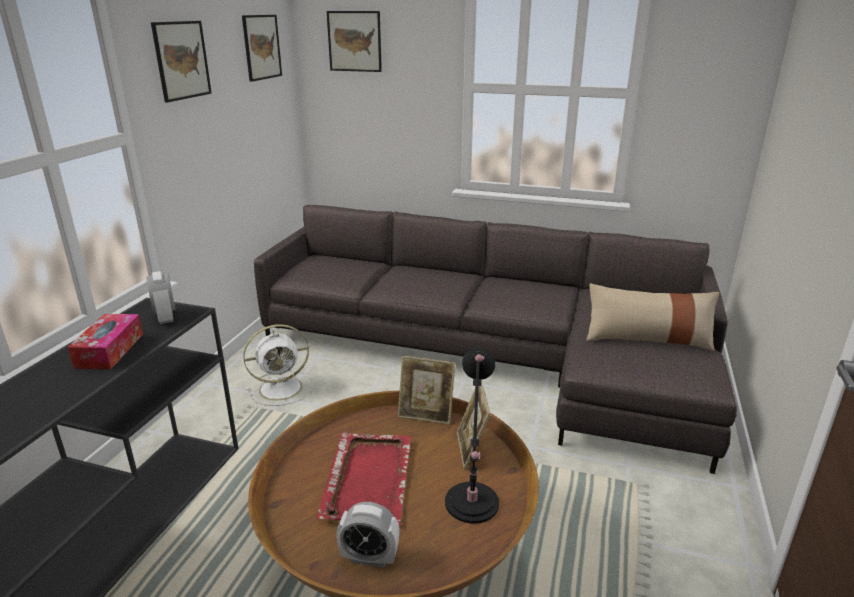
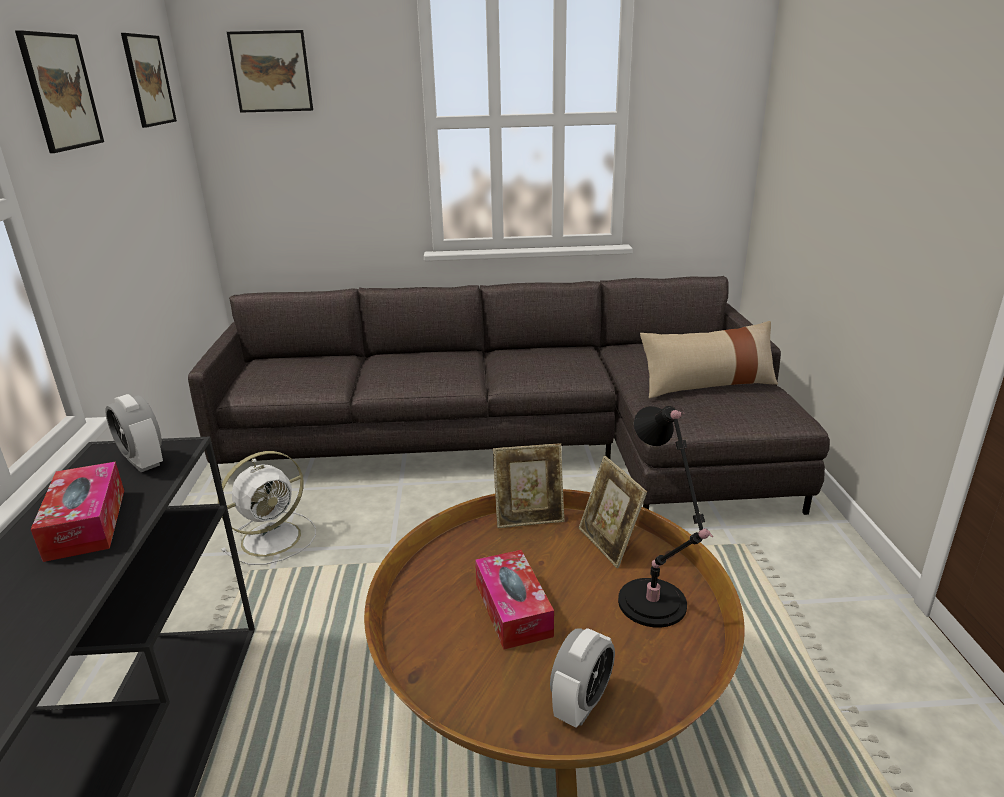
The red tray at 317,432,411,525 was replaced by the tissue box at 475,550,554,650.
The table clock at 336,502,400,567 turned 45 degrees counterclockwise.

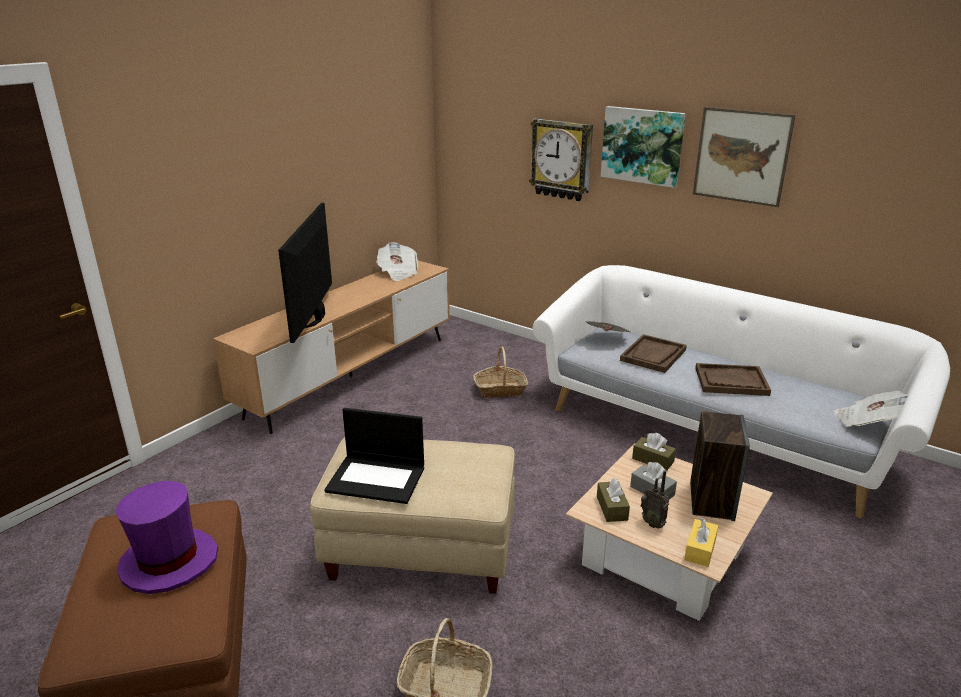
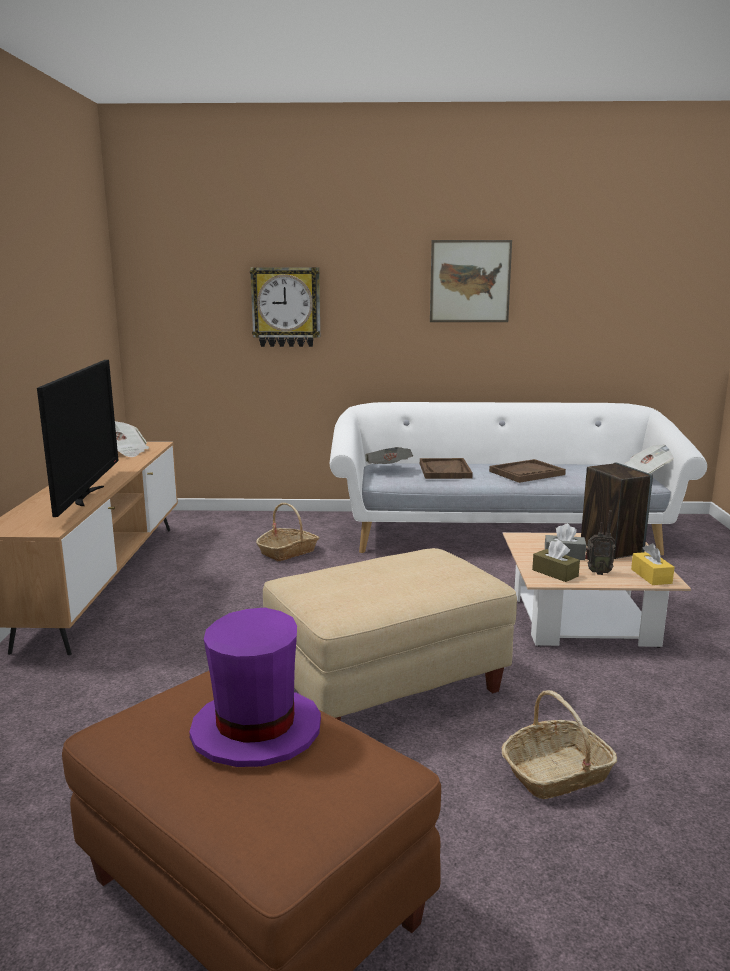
The television at 278,203,332,343 turned 150 degrees counterclockwise.
The notebook computer at 324,408,424,504 disappeared.
The wall art at 601,106,686,188 disappeared.
The brown-coloured tissue box at 632,433,676,471 disappeared.

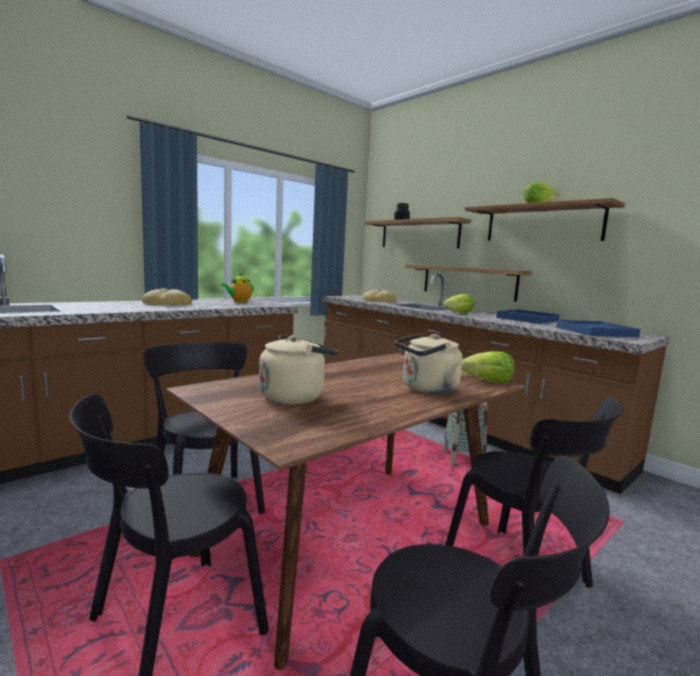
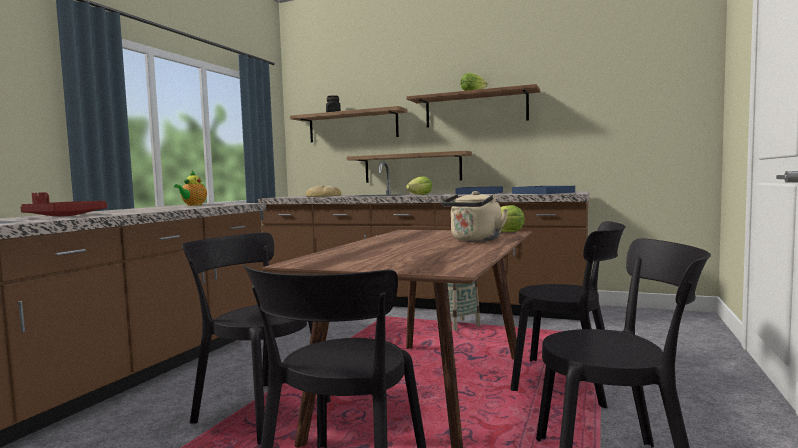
The red tray at 20,192,107,216 appeared.
The bread at 142,288,192,305 disappeared.
The beige-coloured kettle at 259,335,338,404 disappeared.

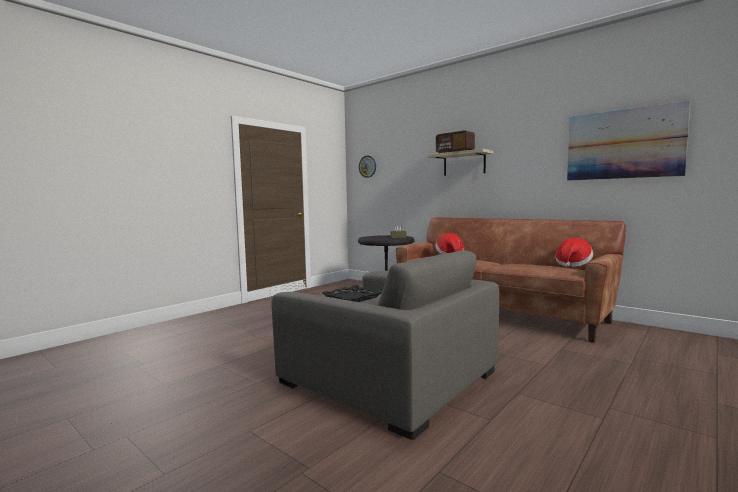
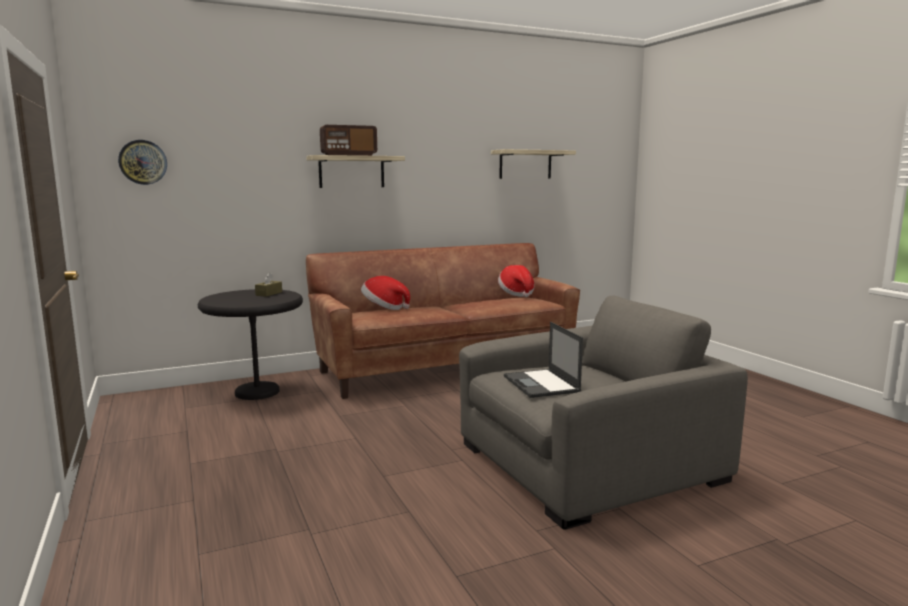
The wall art at 567,101,690,181 was replaced by the shelf at 491,149,576,179.
The black-coloured tray at 322,285,382,302 was replaced by the notebook computer at 504,322,583,398.

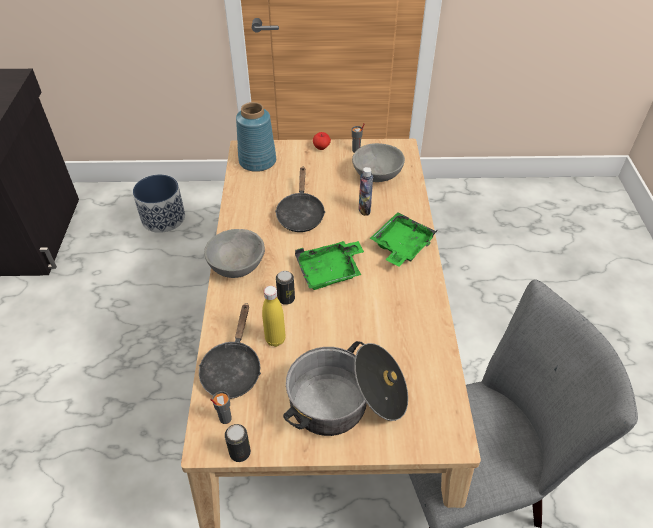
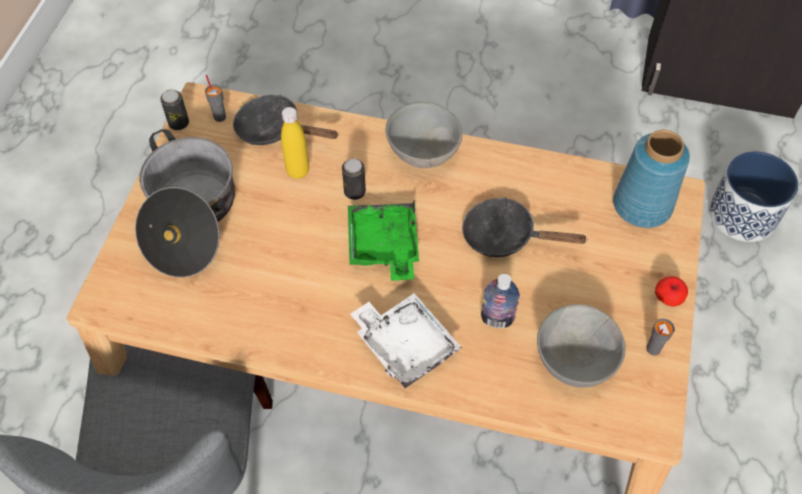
The greenish tray at 370,212,437,266 became the white-coloured tray at 350,293,462,388.

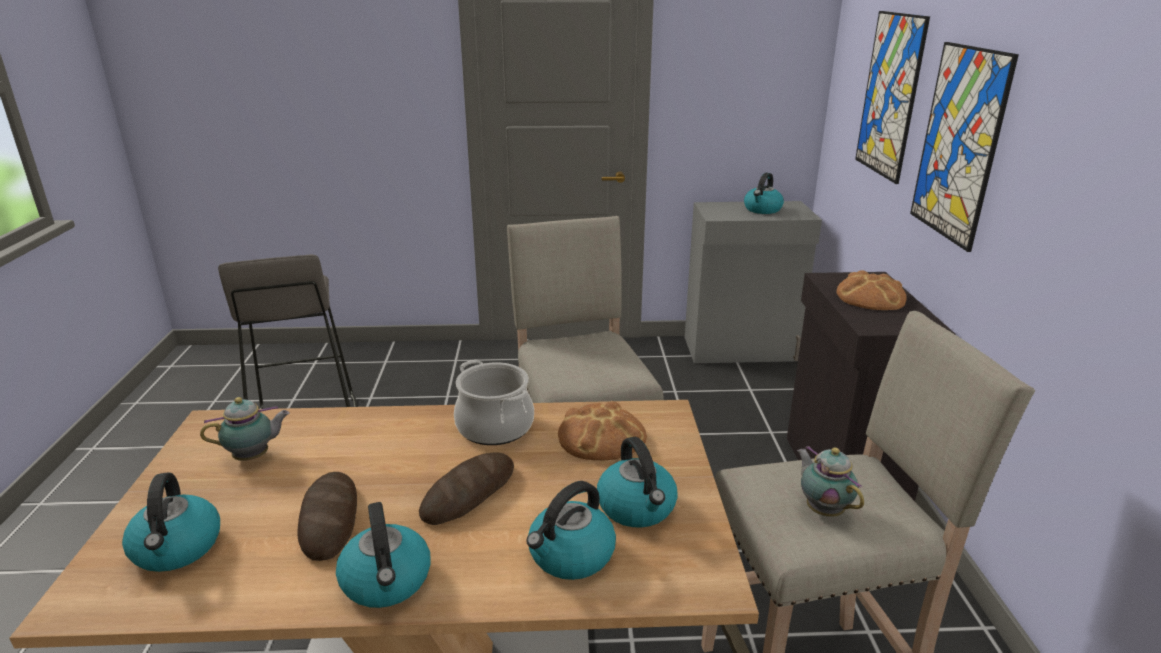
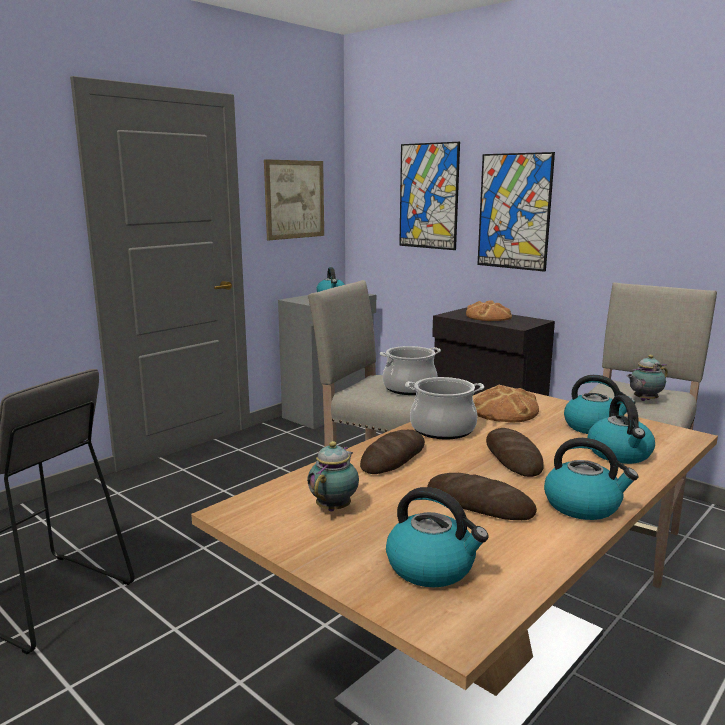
The wall art at 264,159,324,240 appeared.
The bread at 360,430,425,474 appeared.
The saucepot at 380,346,441,395 appeared.
The teapot at 797,446,864,517 turned 45 degrees counterclockwise.

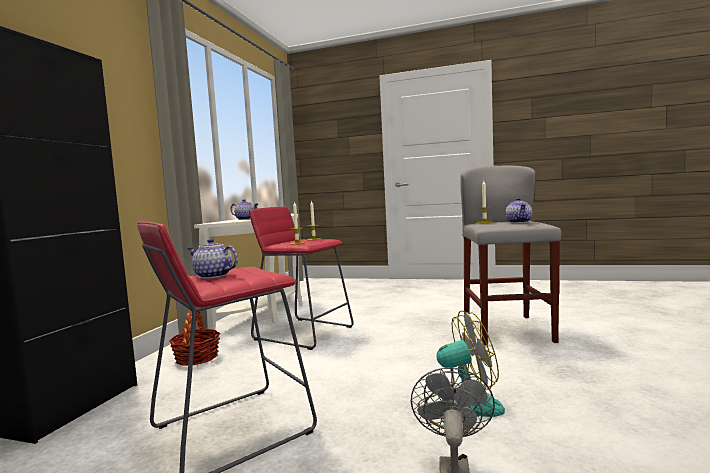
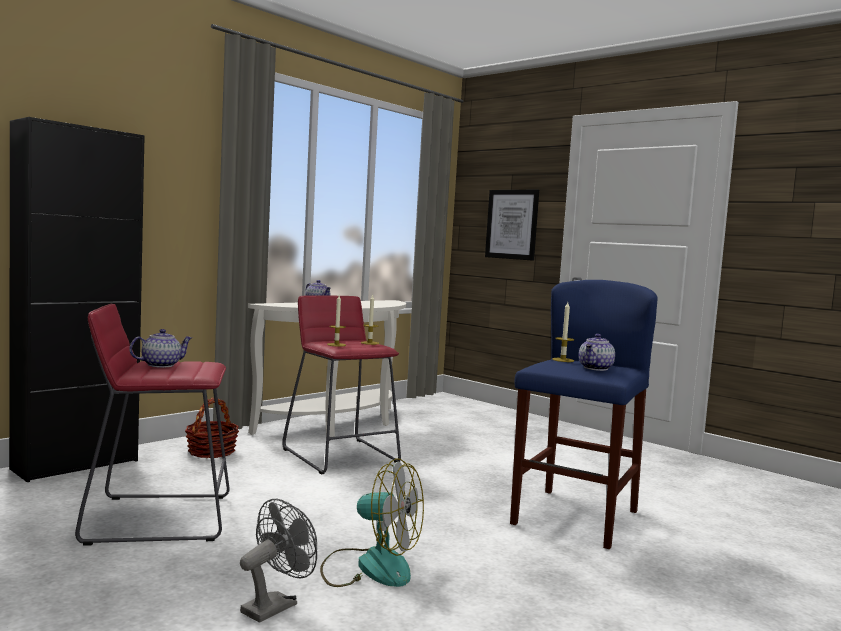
The teapot at 187,239,238,279 turned 90 degrees clockwise.
The wall art at 485,190,539,261 appeared.
The greyish stool at 460,165,562,345 became the blue-coloured stool at 510,280,658,550.

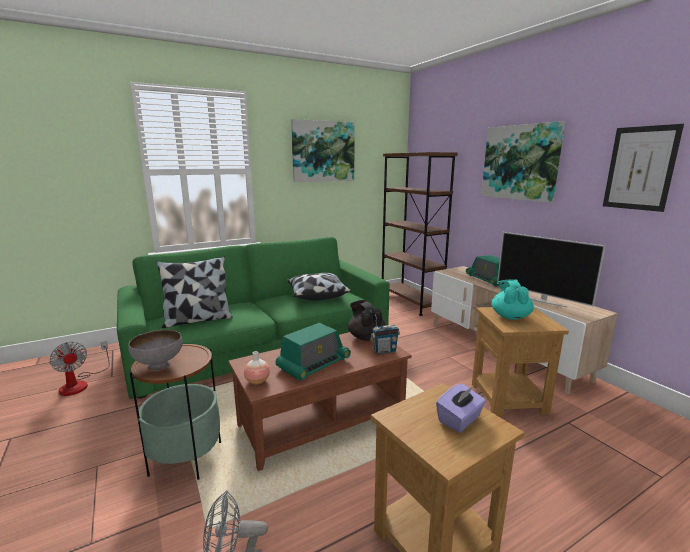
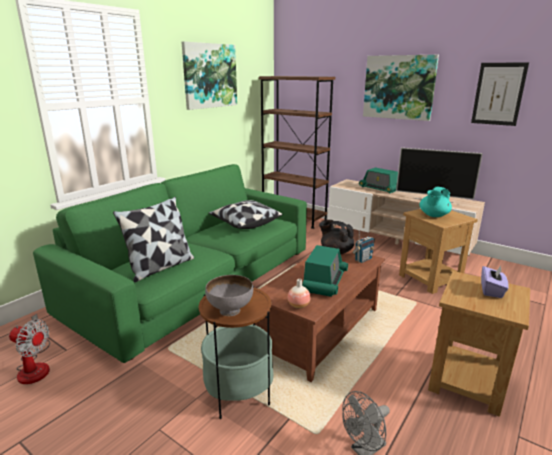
The turquoise-coloured teapot at 491,279,534,320 turned 120 degrees counterclockwise.

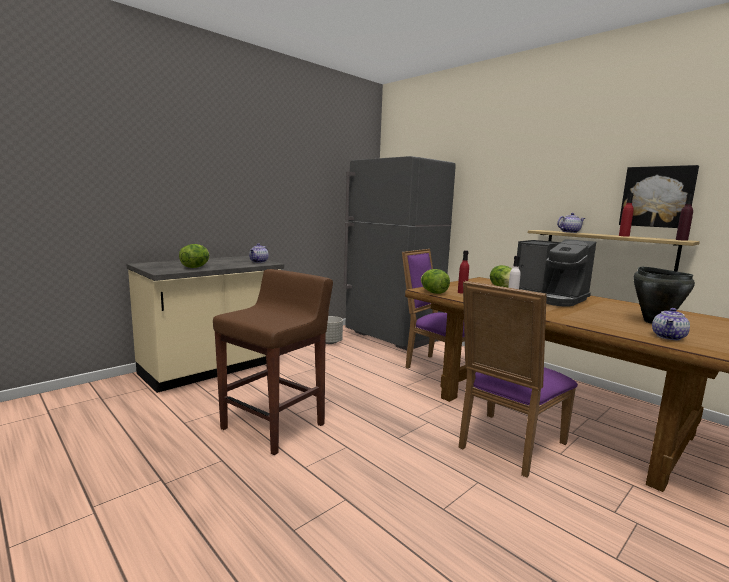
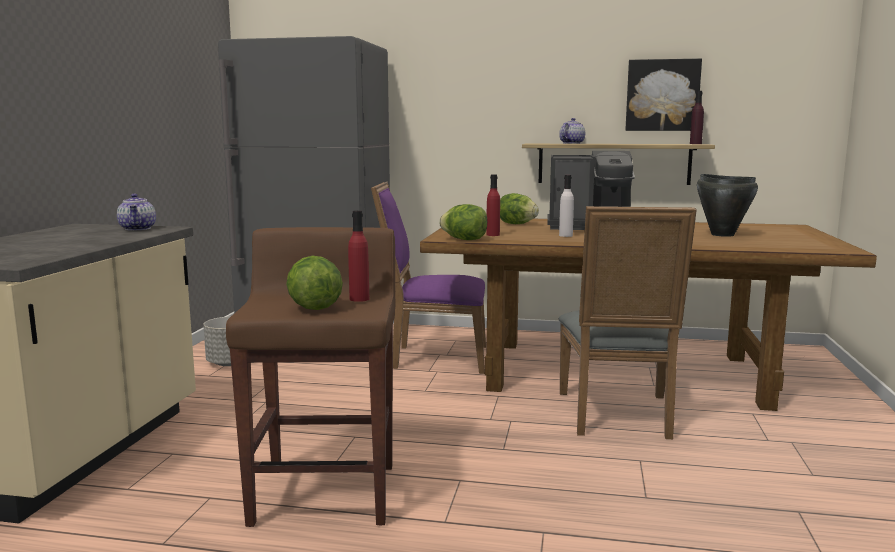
The head of lettuce moved from 179,244,210,268 to 286,256,343,310.
The red bottle moved from 619,193,634,237 to 348,210,370,302.
The purplish chair at 459,281,578,478 became the greyish chair at 559,206,697,439.
The teapot at 652,308,690,340 disappeared.

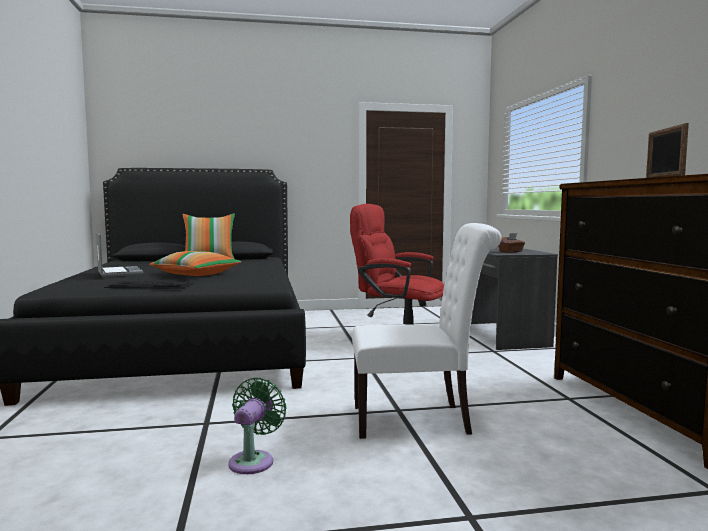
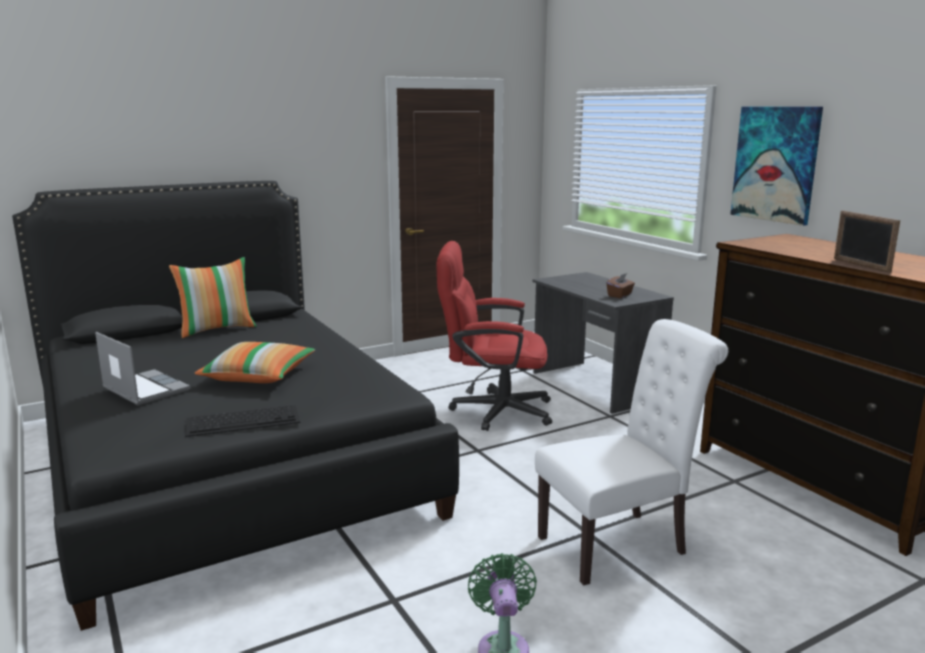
The wall art at 730,107,823,226 appeared.

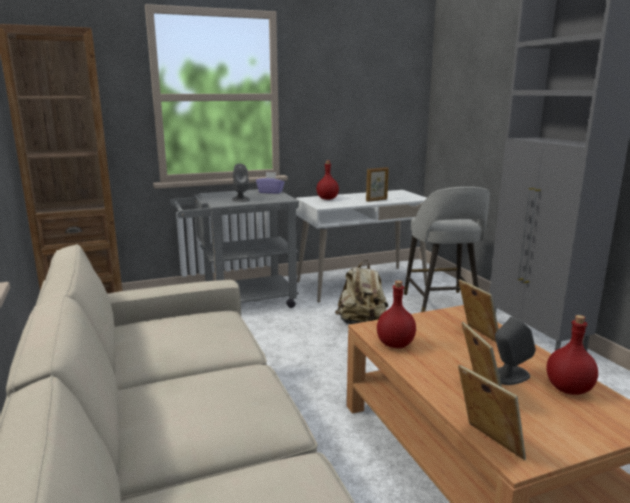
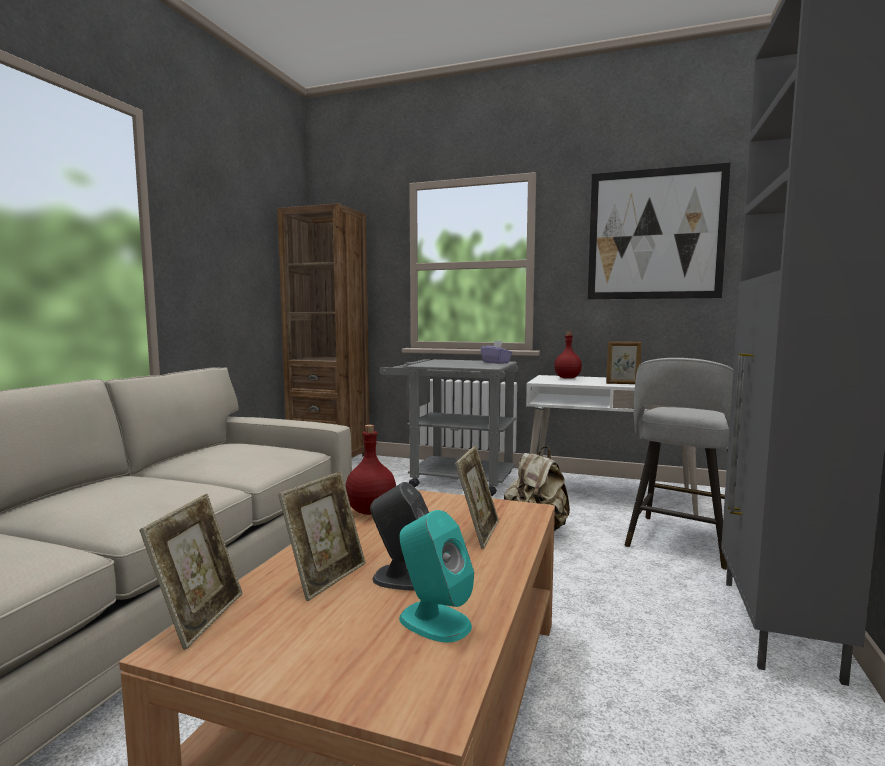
The red bottle at 547,315,598,395 was replaced by the turquoise-coloured loudspeaker at 399,510,474,643.
The wall art at 588,163,731,299 appeared.
The greyish loudspeaker at 232,164,250,202 disappeared.

